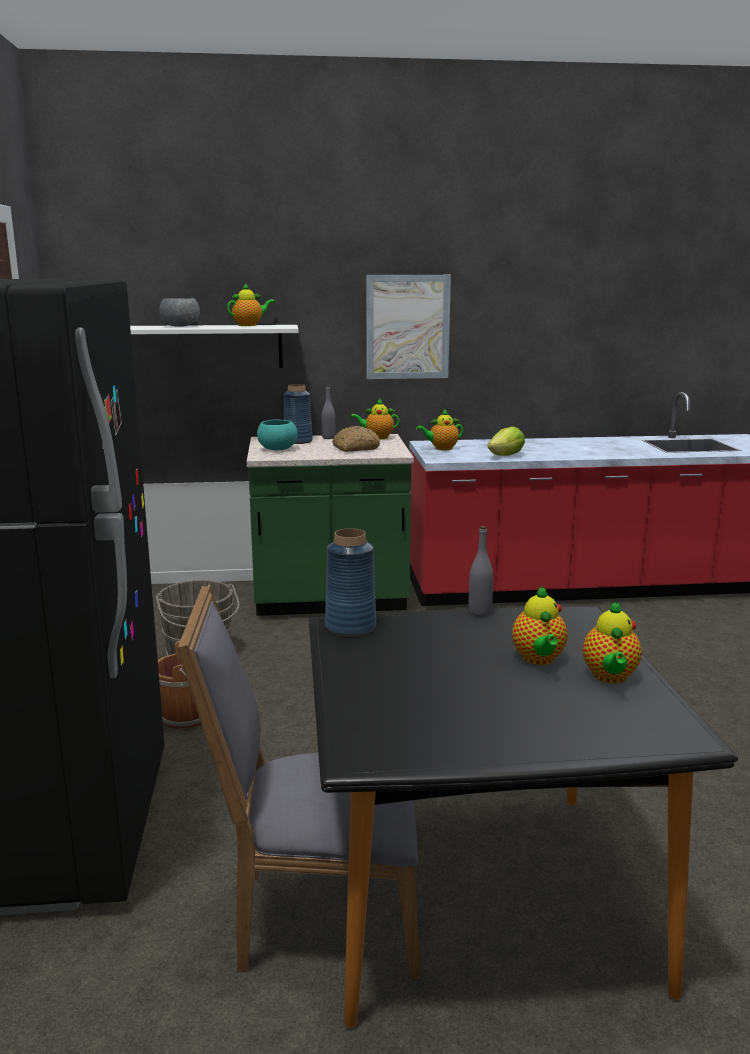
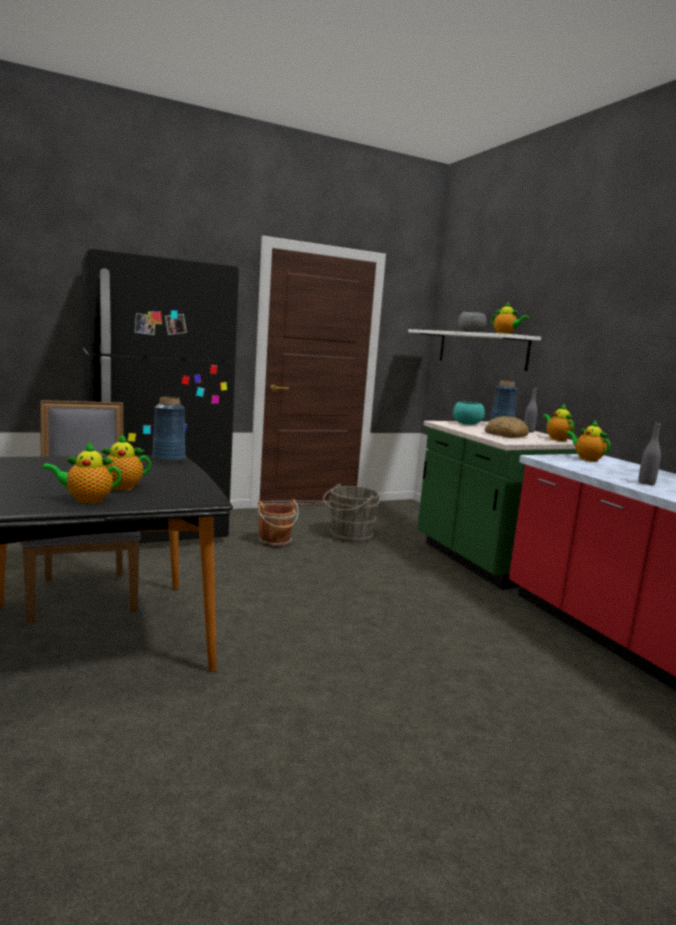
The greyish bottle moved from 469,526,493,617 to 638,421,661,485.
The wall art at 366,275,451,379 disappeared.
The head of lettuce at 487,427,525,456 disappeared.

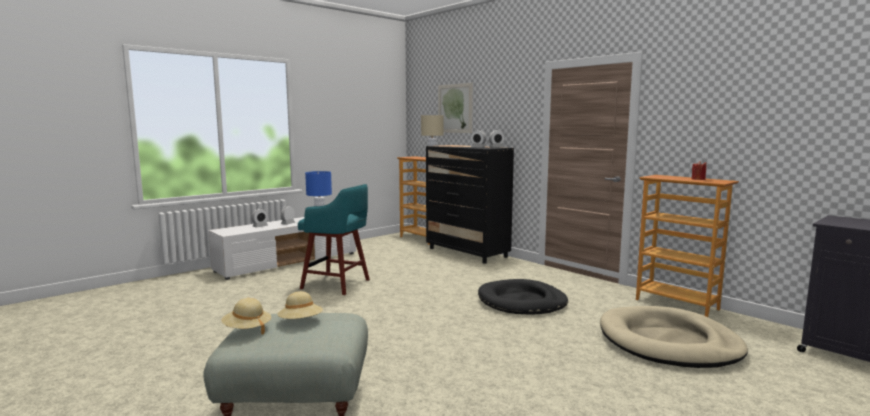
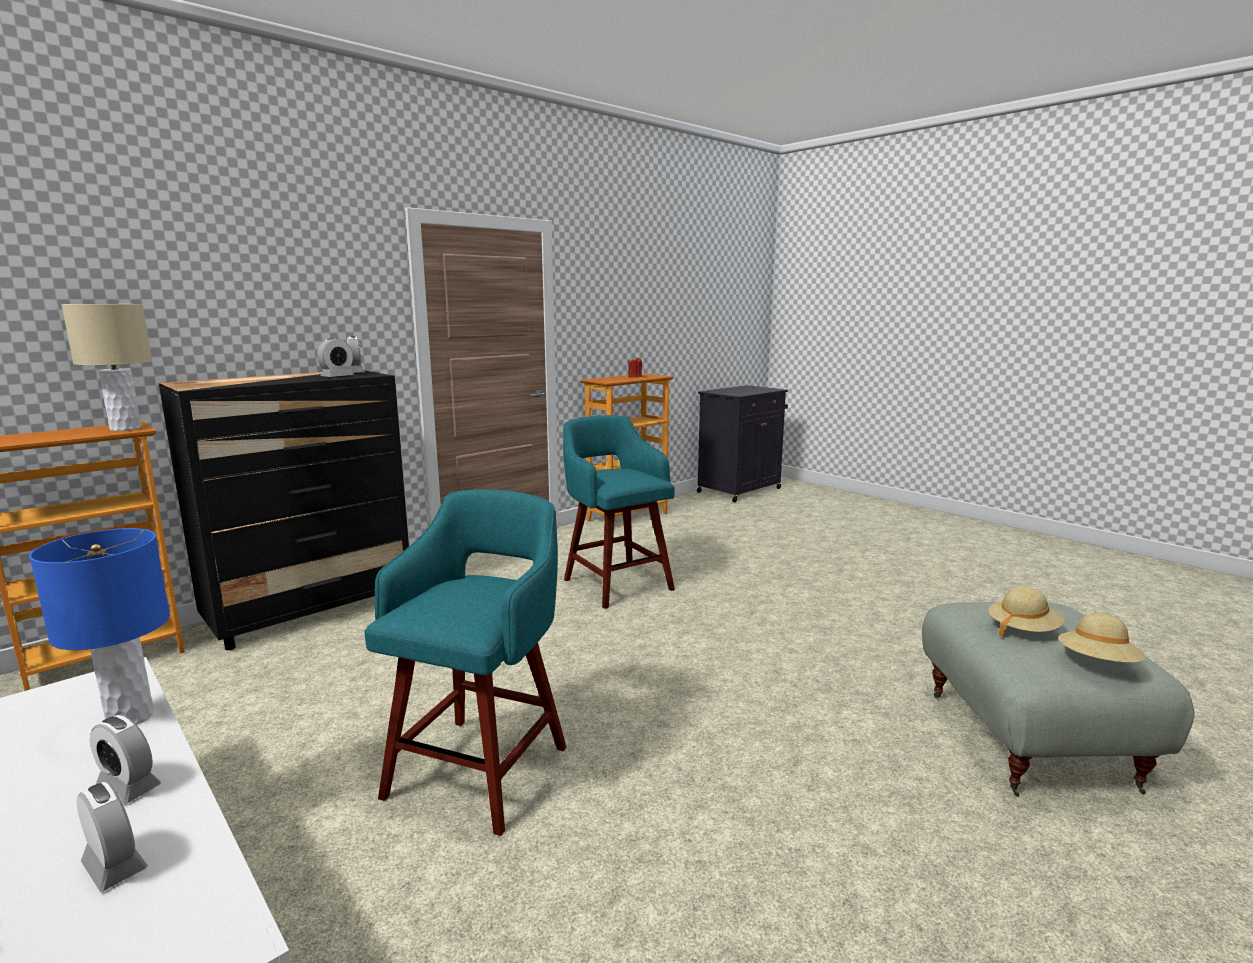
The black-coloured dog bed at 478,279,568,315 was replaced by the turquoise-coloured stool at 563,415,675,609.
The wall art at 438,83,473,133 disappeared.
The beige-coloured dog bed at 600,306,748,368 disappeared.

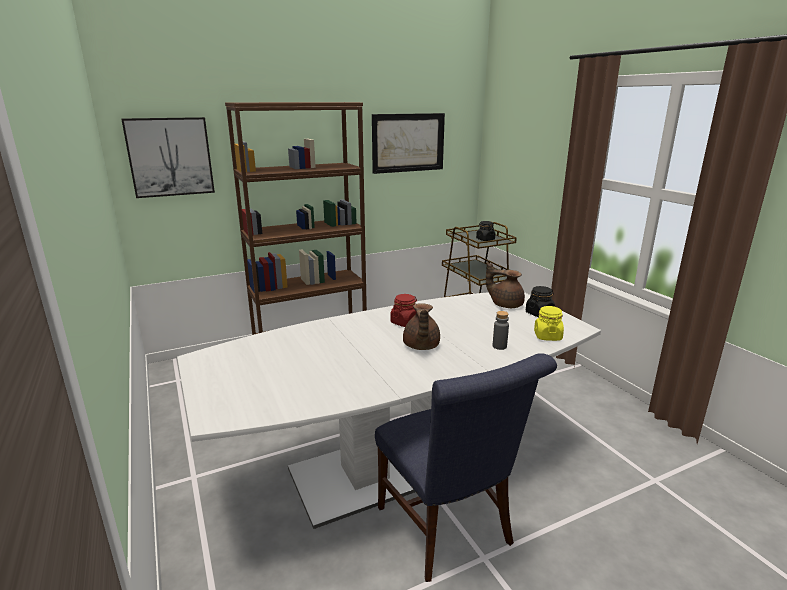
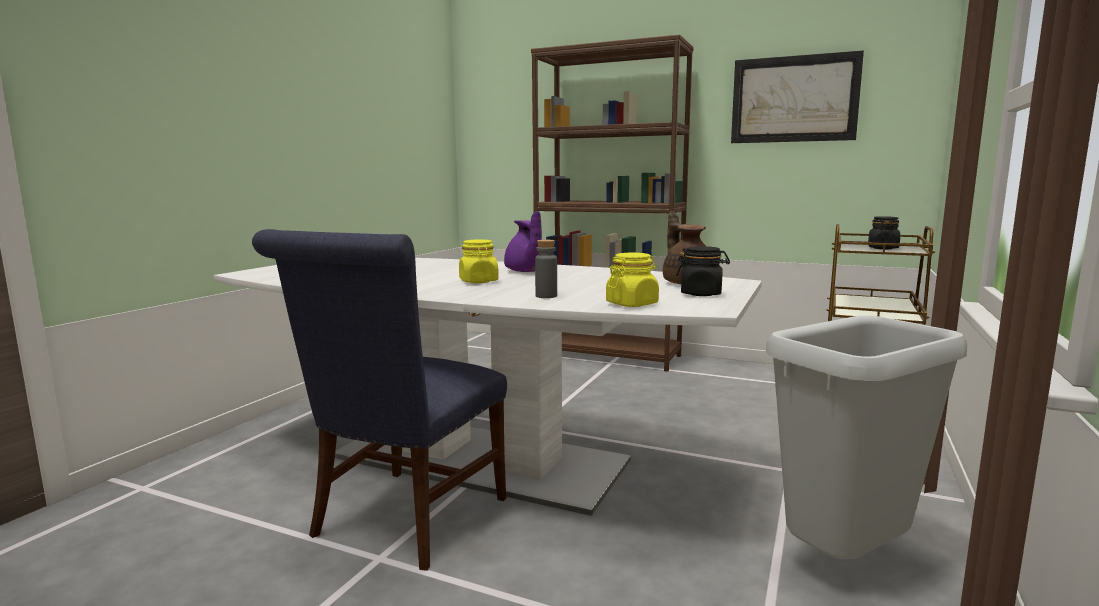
The brown-coloured teapot at 403,303,440,350 was replaced by the yellow preserve jar at 459,239,499,283.
The red preserve jar at 390,294,417,327 was replaced by the purplish teapot at 504,211,542,272.
The greyish trash can at 766,315,967,559 appeared.
The wall art at 121,117,215,198 disappeared.

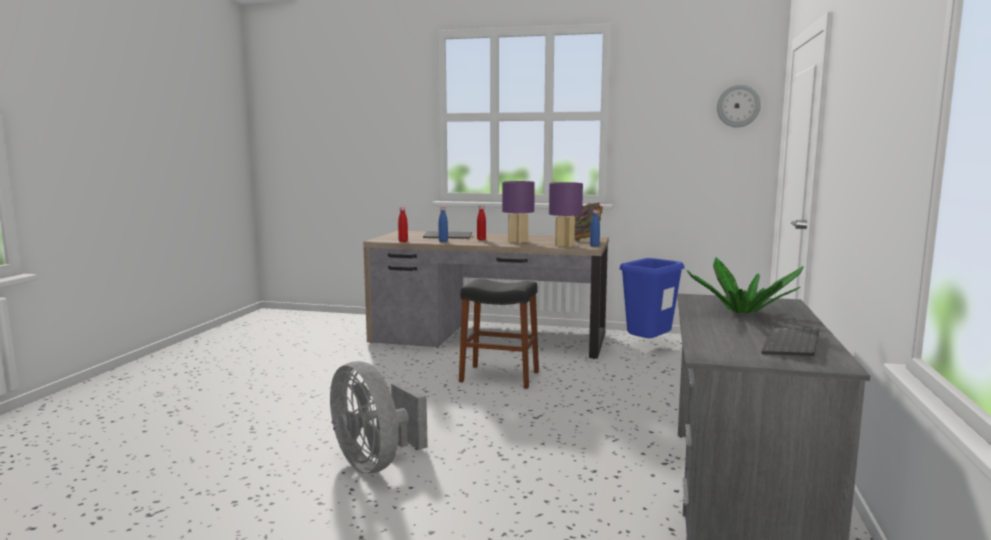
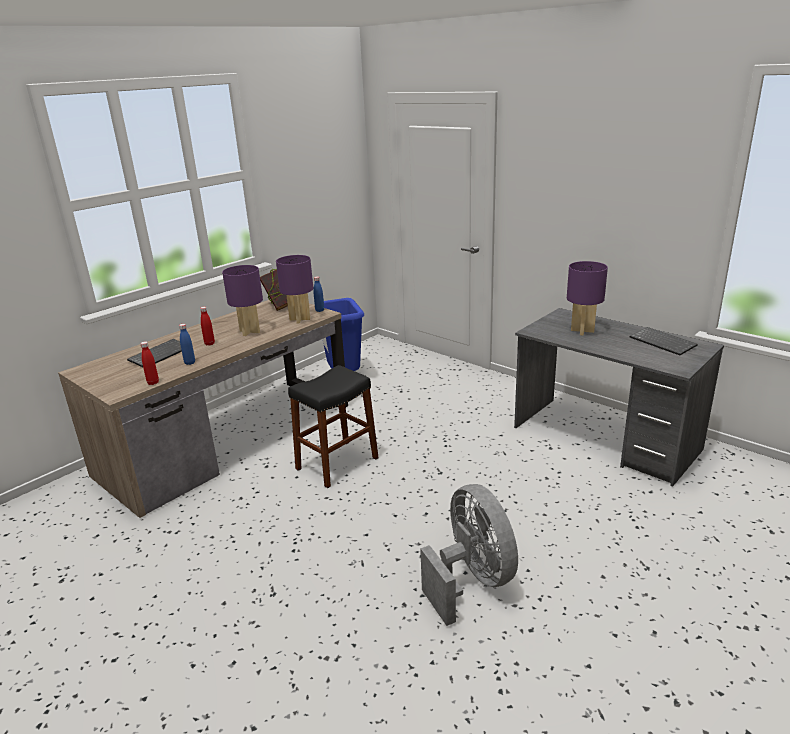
The greyish fan at 330,361,428,474 turned 105 degrees counterclockwise.
The plant in a pot at 686,257,804,313 was replaced by the purplish tabletop lamp at 567,261,608,335.
The hanging clock at 717,85,761,128 disappeared.

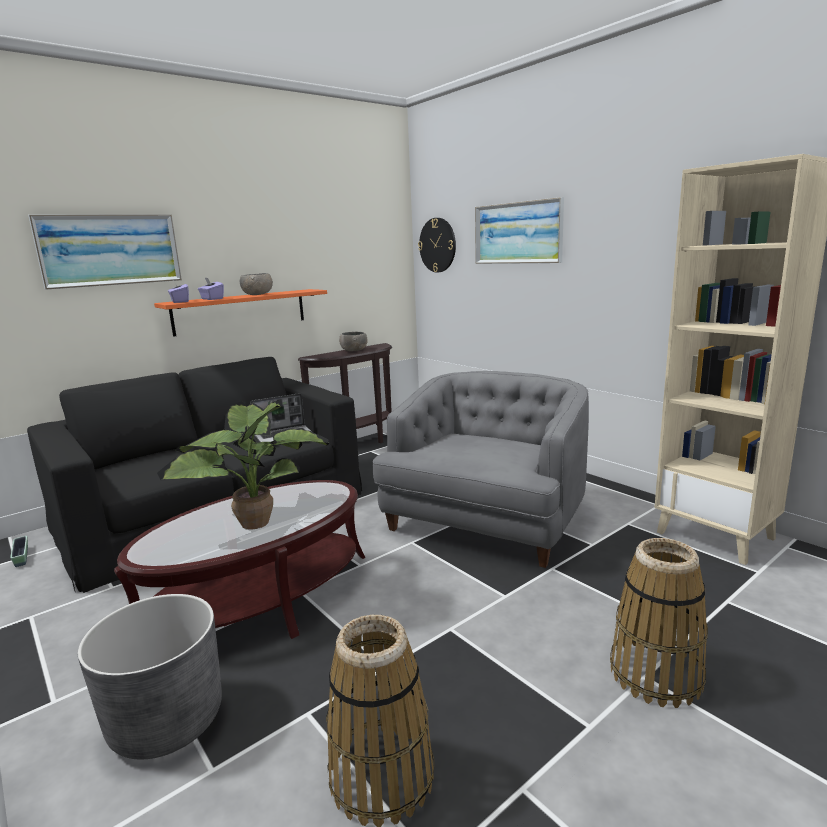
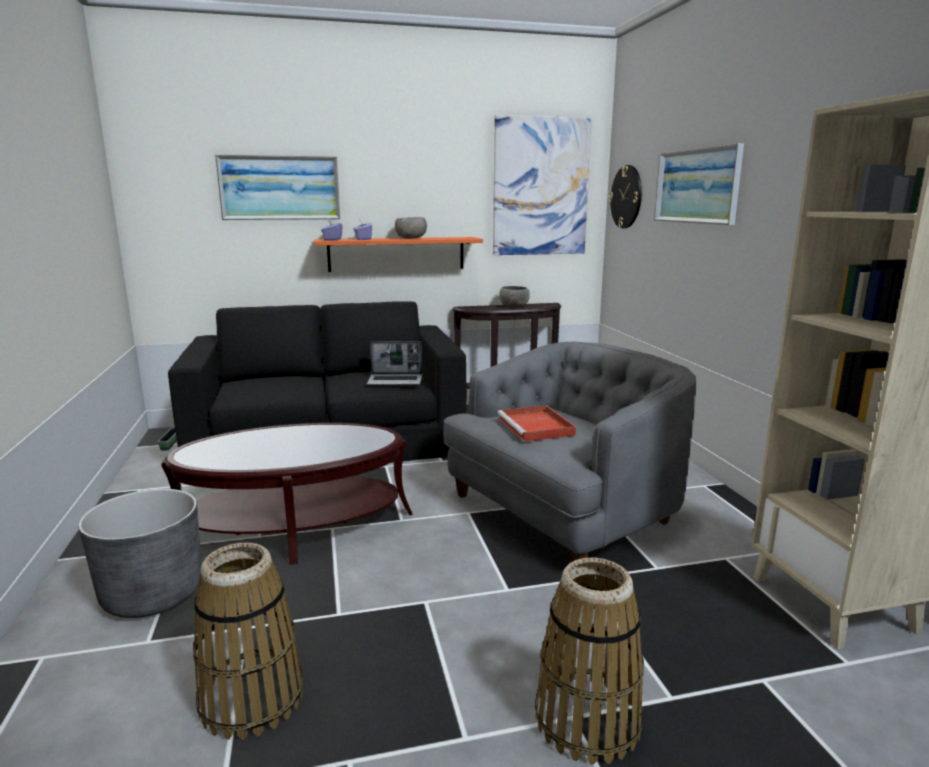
The wall art at 493,115,592,255 appeared.
The red tray at 497,405,576,442 appeared.
The plant in a pot at 157,400,329,530 disappeared.

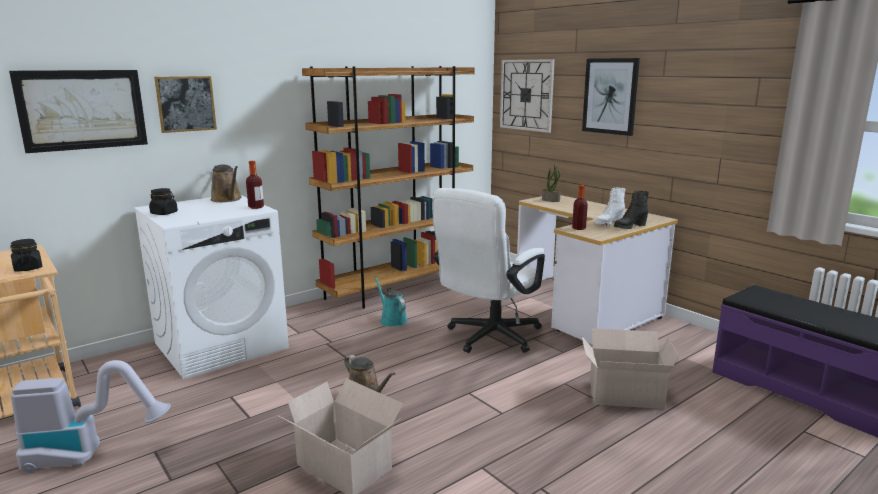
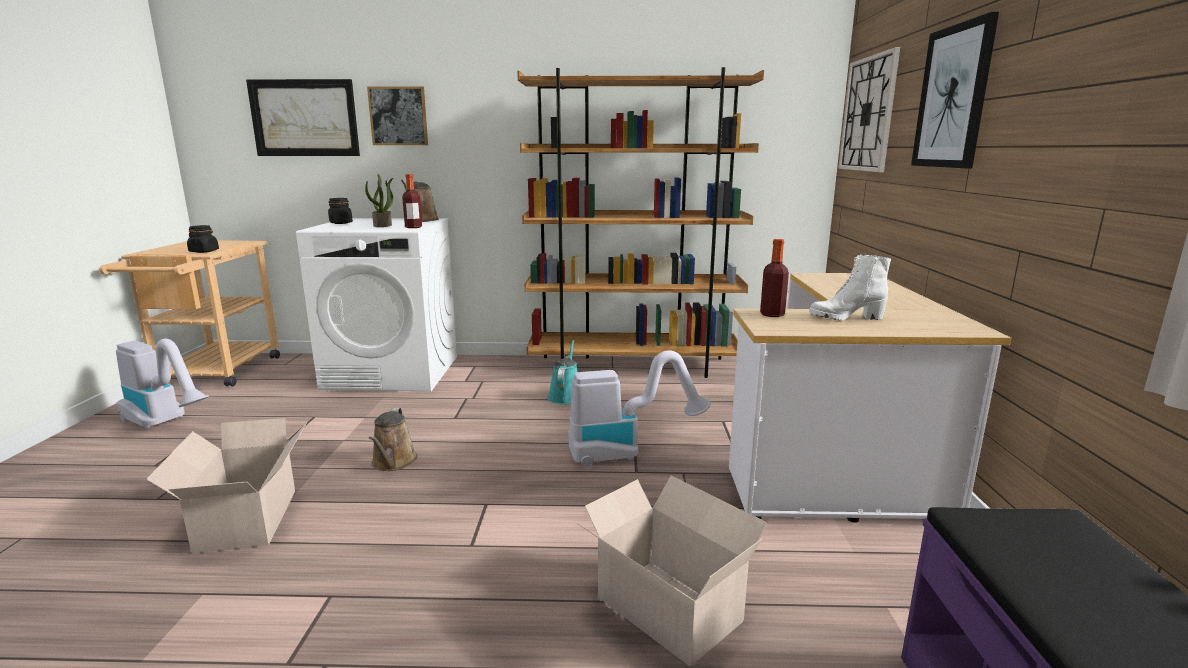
The plant in a pot moved from 542,165,561,202 to 365,174,393,227.
The white-coloured office chair at 432,188,545,353 was replaced by the hoover at 569,350,711,468.
The black-coloured tall boot at 614,191,649,229 disappeared.

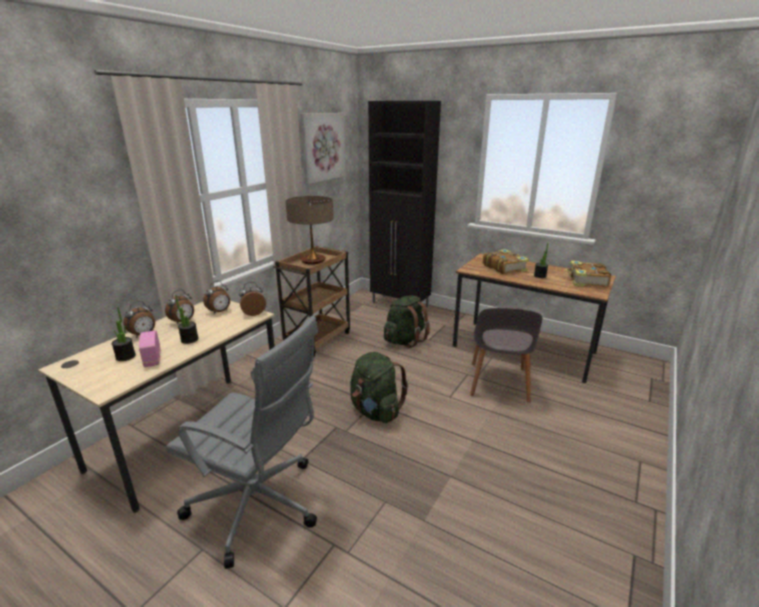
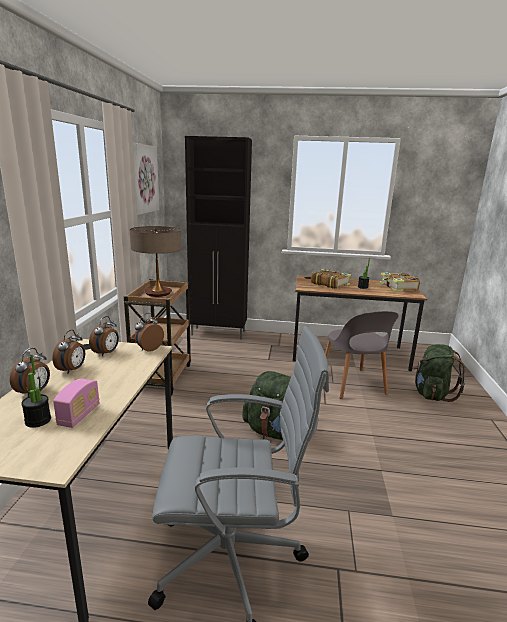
The radio set at 139,330,161,367 turned 120 degrees counterclockwise.
The greenish rucksack moved from 384,295,430,348 to 412,344,465,402.
The plant in a pot at 175,295,199,344 disappeared.

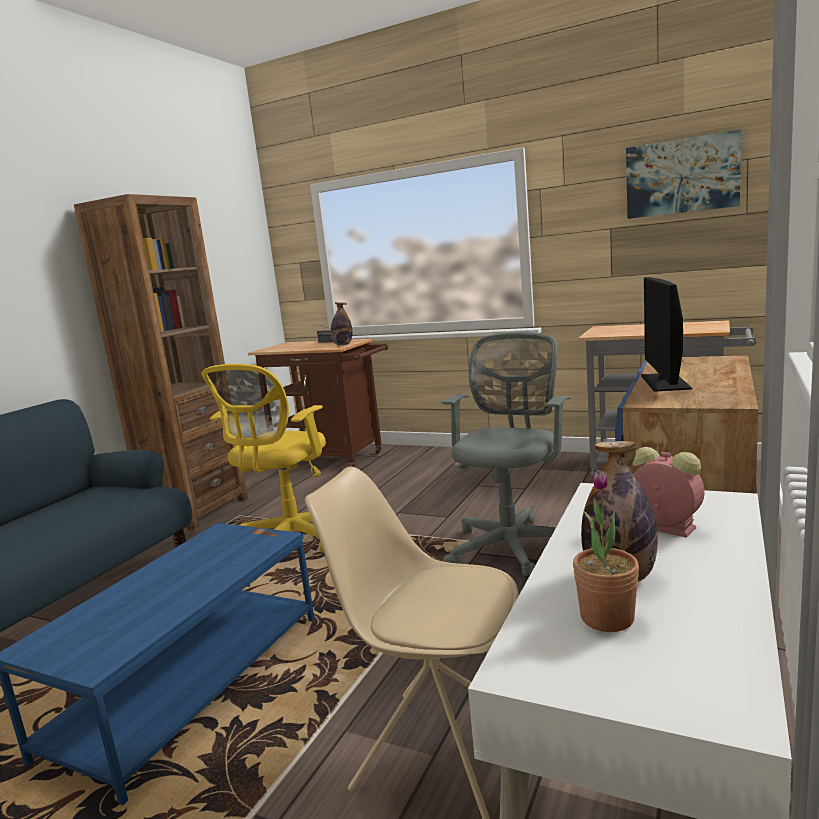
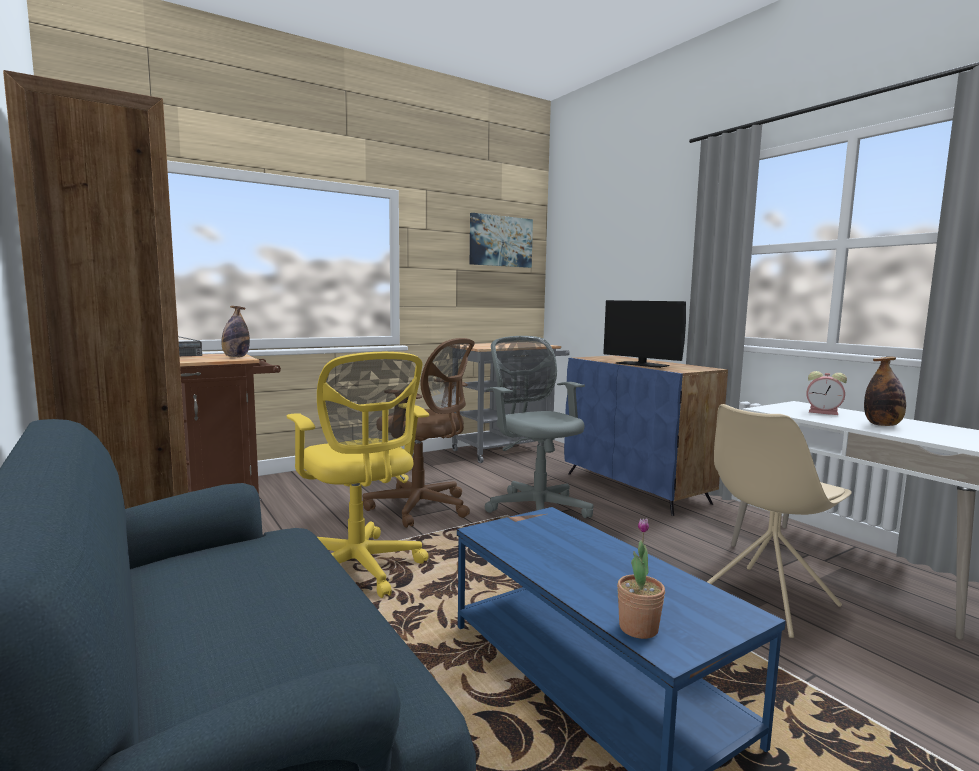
The brown-coloured office chair at 363,338,475,528 appeared.
The plant in a pot moved from 573,470,639,632 to 617,518,665,639.
The table clock at 632,447,705,538 turned 135 degrees counterclockwise.

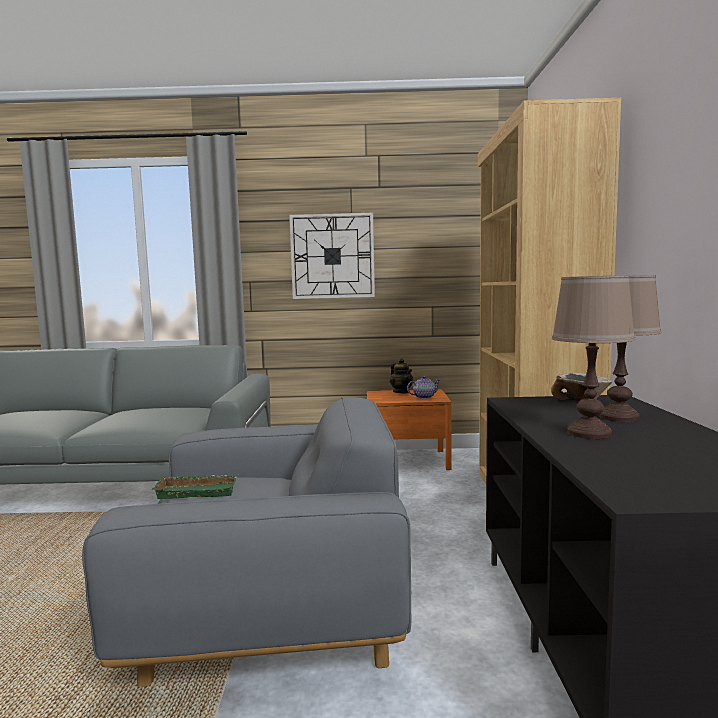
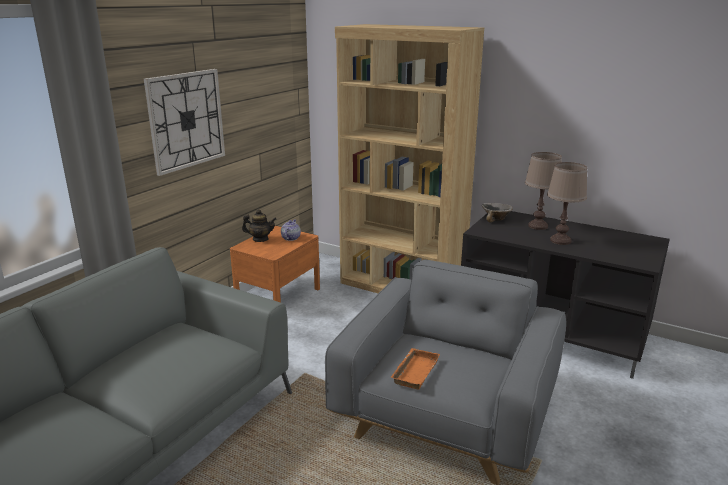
The greenish tray at 151,474,238,499 became the orange-coloured tray at 390,348,440,389.

